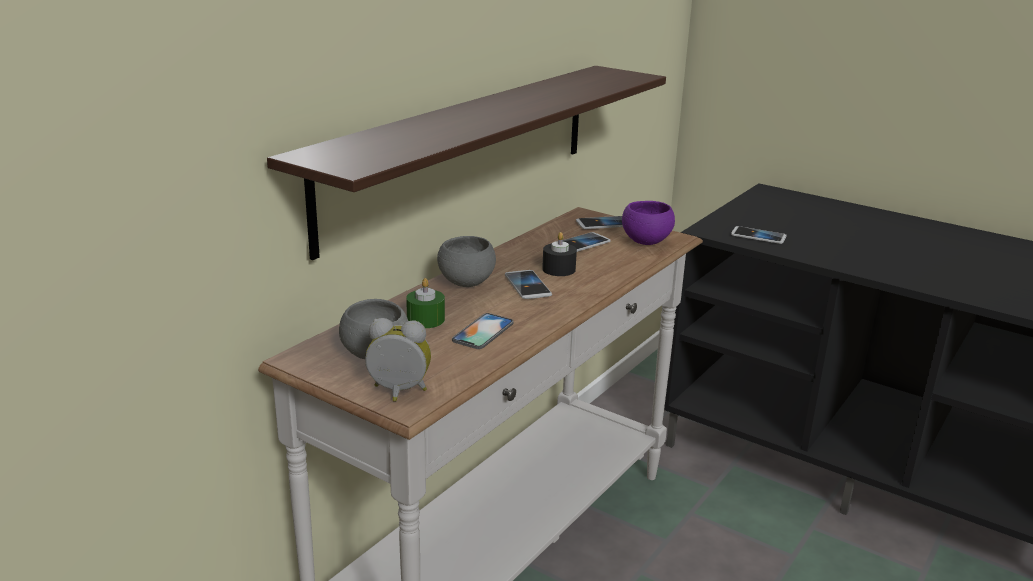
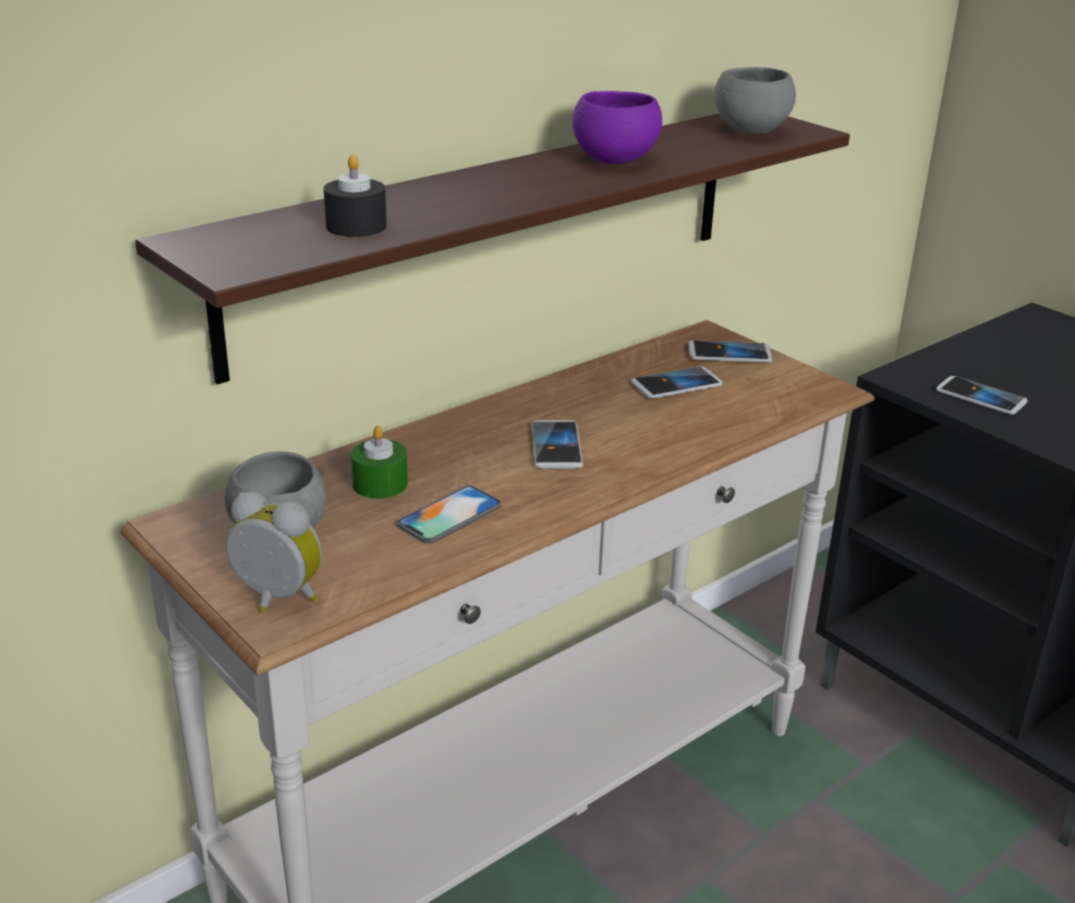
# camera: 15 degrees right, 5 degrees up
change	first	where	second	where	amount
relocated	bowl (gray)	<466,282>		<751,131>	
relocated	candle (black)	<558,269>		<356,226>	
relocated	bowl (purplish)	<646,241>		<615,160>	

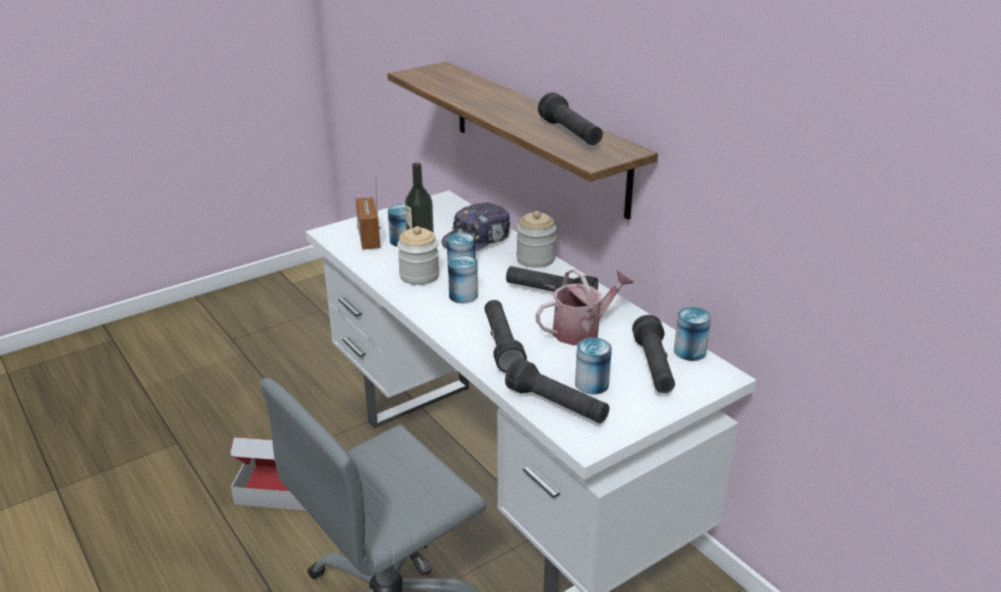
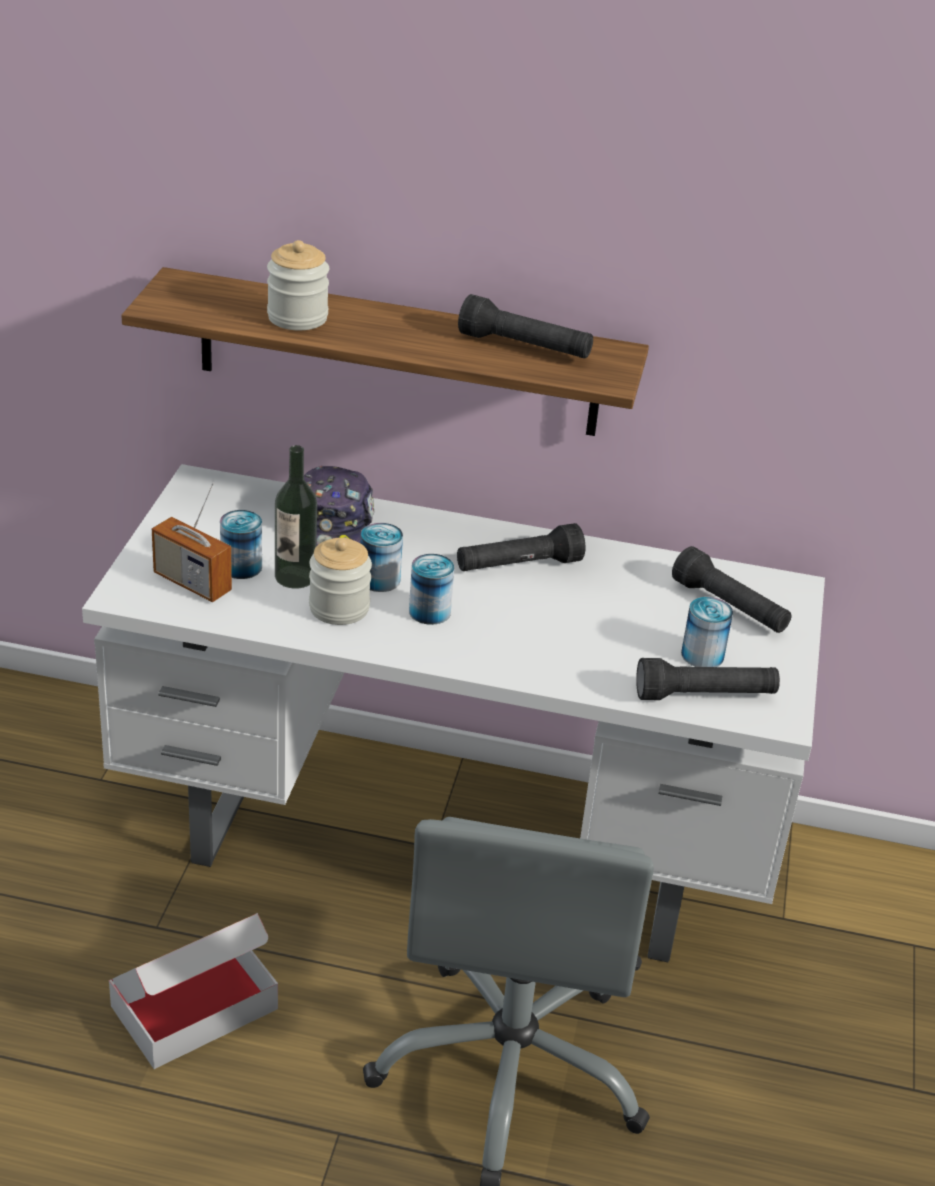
# camera: 45 degrees left, 5 degrees up
change	first	where	second	where	amount
missing	hand torch (black)	<501,345>			
relocated	storage jar	<535,259>		<297,317>	
missing	watering pot	<582,330>			
missing	can	<689,351>			

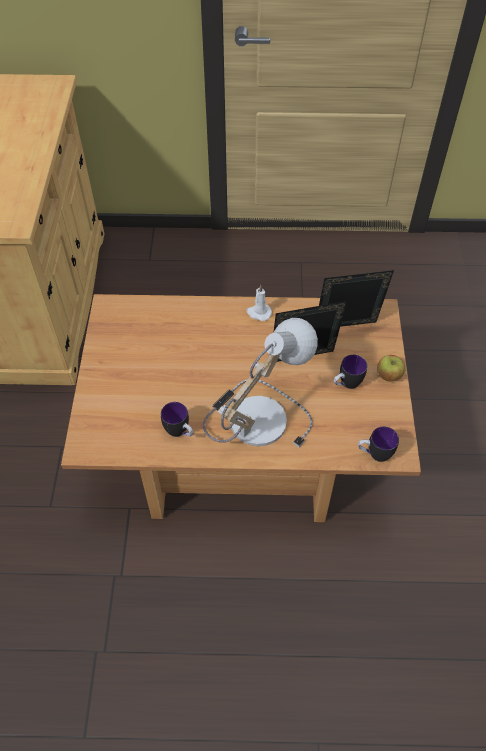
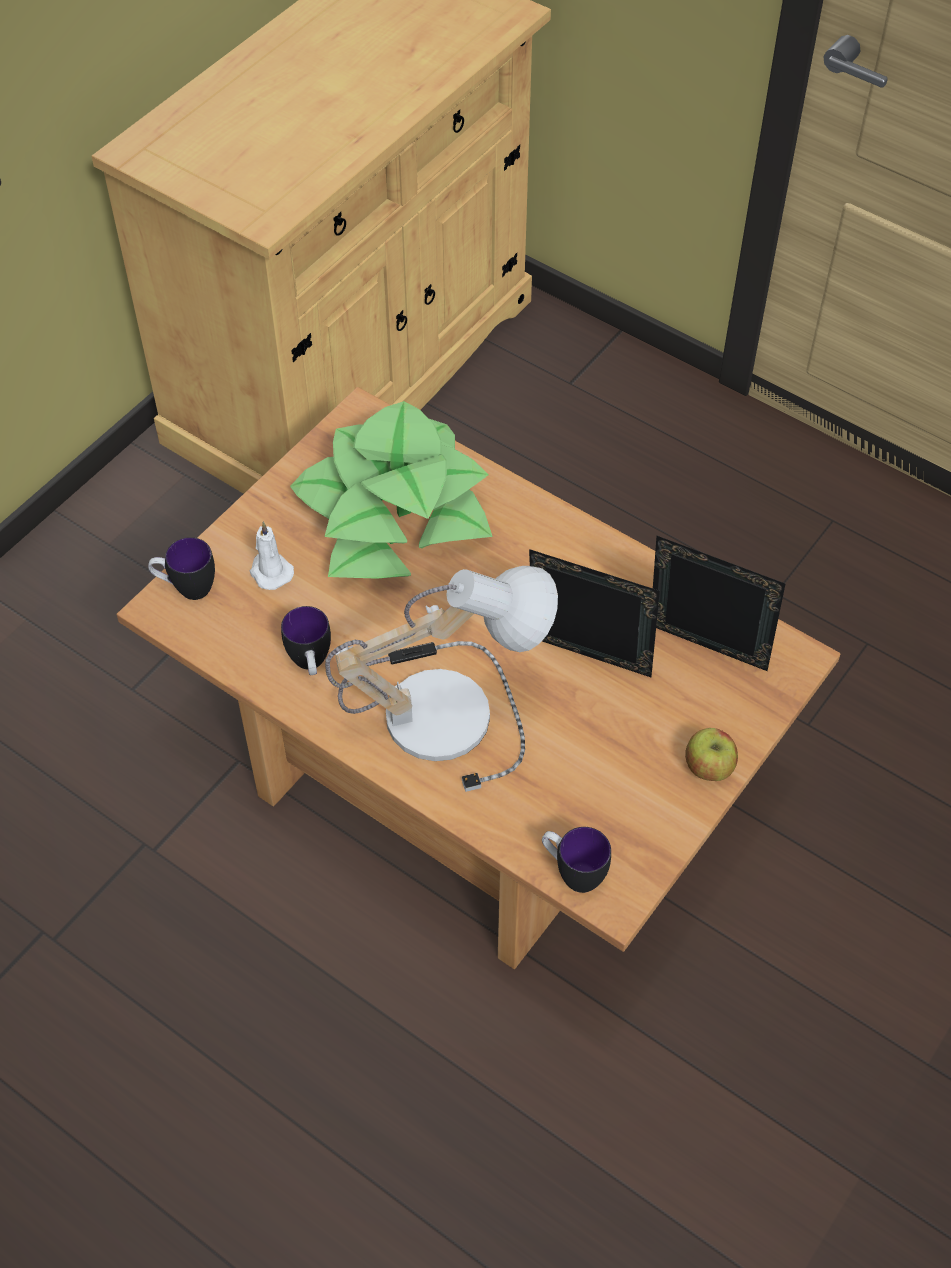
# camera: 35 degrees right, 0 degrees up
change	first	where	second	where	amount
relocated	candle (whitish)	<258,313>		<270,571>	
relocated	mug	<346,384>		<186,588>	
appeared			plant in a pot	<394,513>	

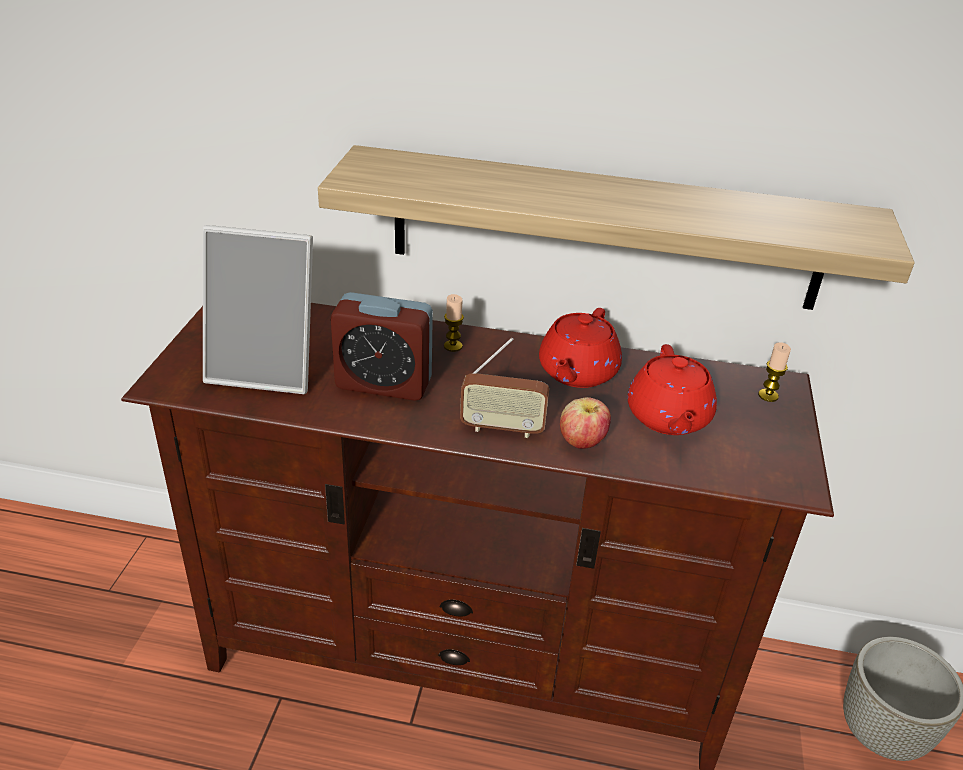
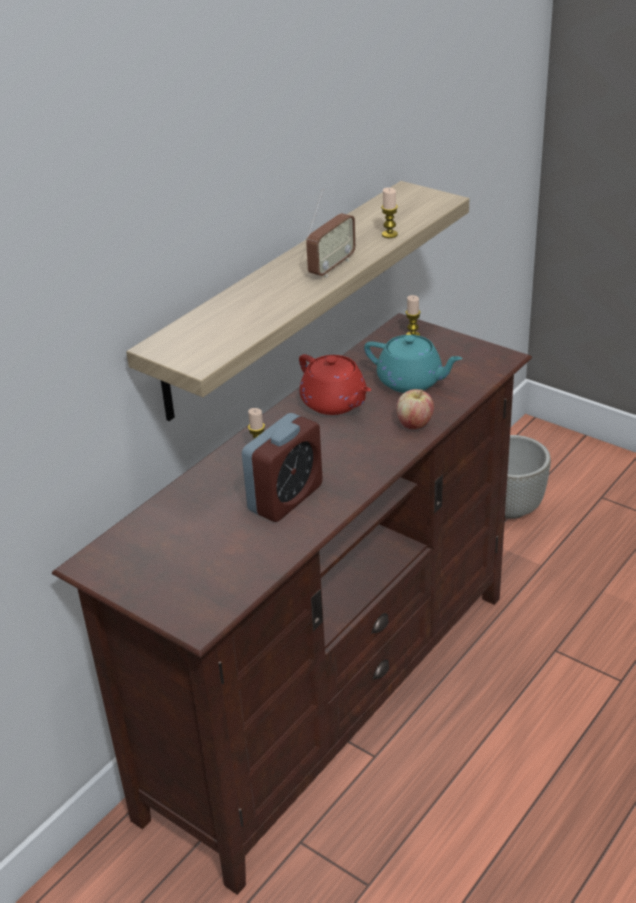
# camera: 60 degrees left, 0 degrees up
change	first	where	second	where	amount
missing	photo frame	<267,368>			
relocated	radio	<502,428>		<331,267>	
colour	pot for tea (red-coloured)	<668,418>	pot for tea (turquoise)	<411,381>	
appeared			candle	<389,234>	

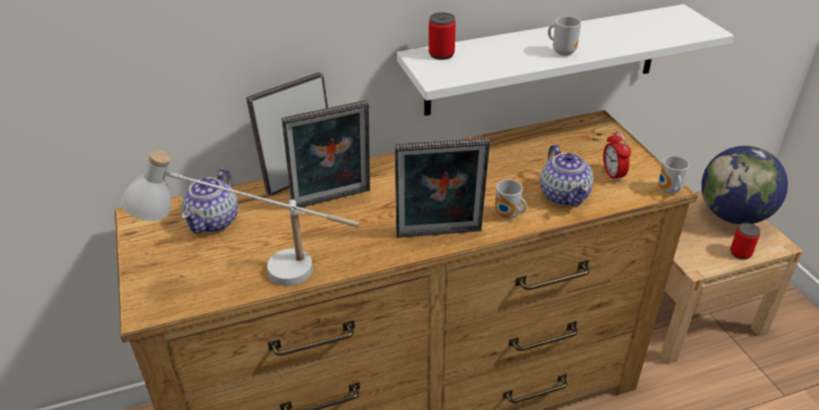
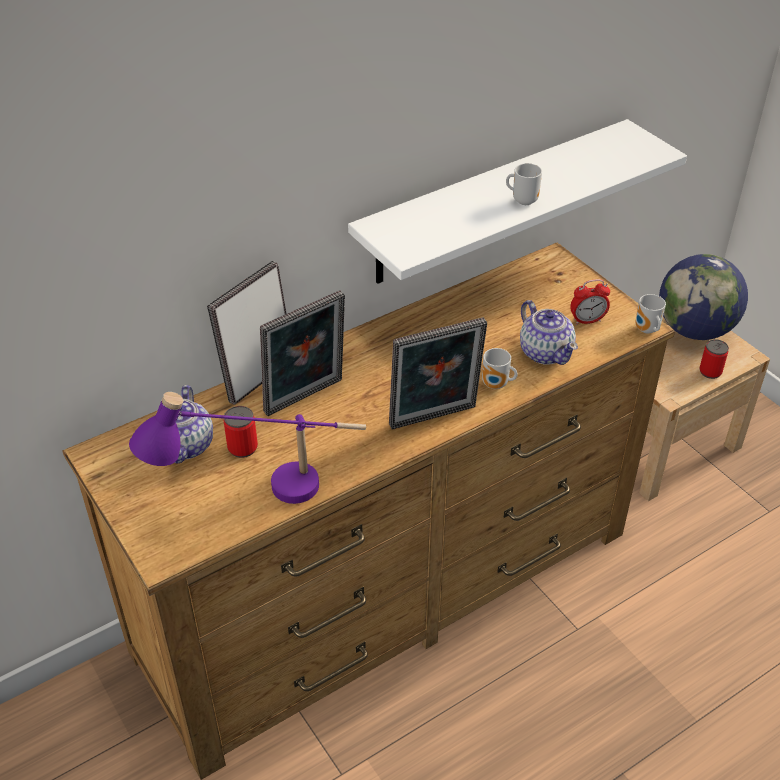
# camera: 15 degrees left, 5 degrees up
change	first	where	second	where	amount
colour	tabletop lamp (whitish)	<256,273>	tabletop lamp (purplish)	<260,495>	
relocated	can	<441,54>		<242,448>	
spun	table clock	<613,175>		<587,320>	75 degrees counterclockwise

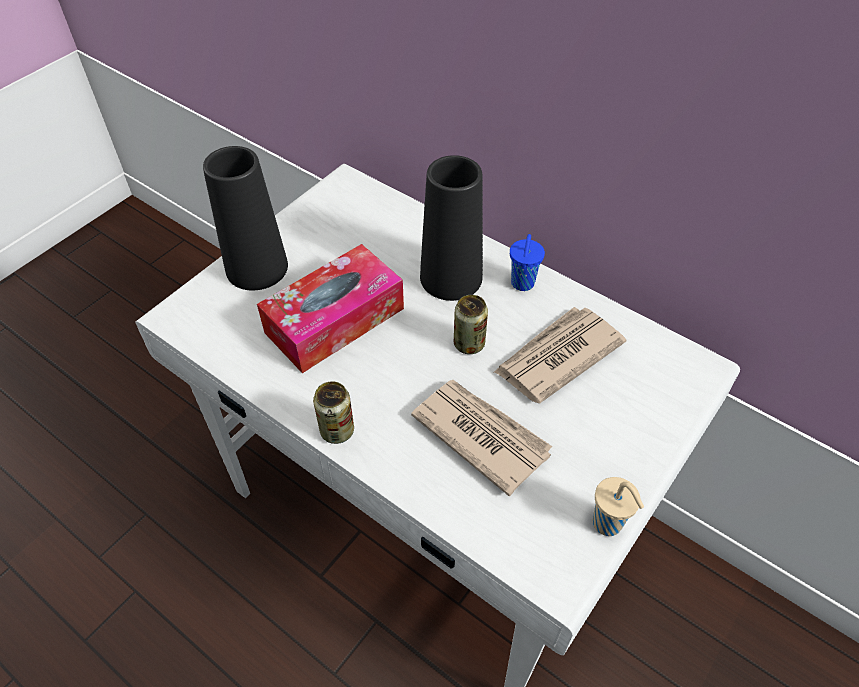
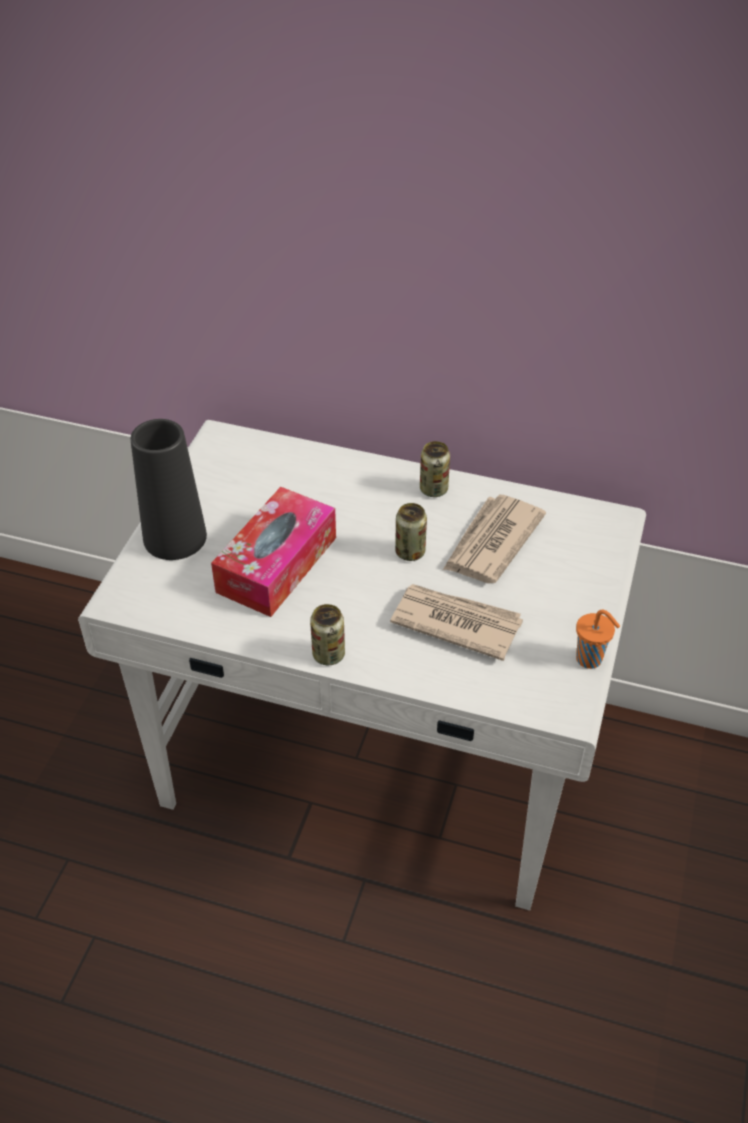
# camera: 20 degrees left, 5 degrees down
change	first	where	second	where	amount
missing	vase (black)	<451,277>			
exchanged	drinking cup (bluish)	<522,284>	can	<433,489>	
colour	drinking cup (beige)	<608,524>	drinking cup (orange)	<590,660>	

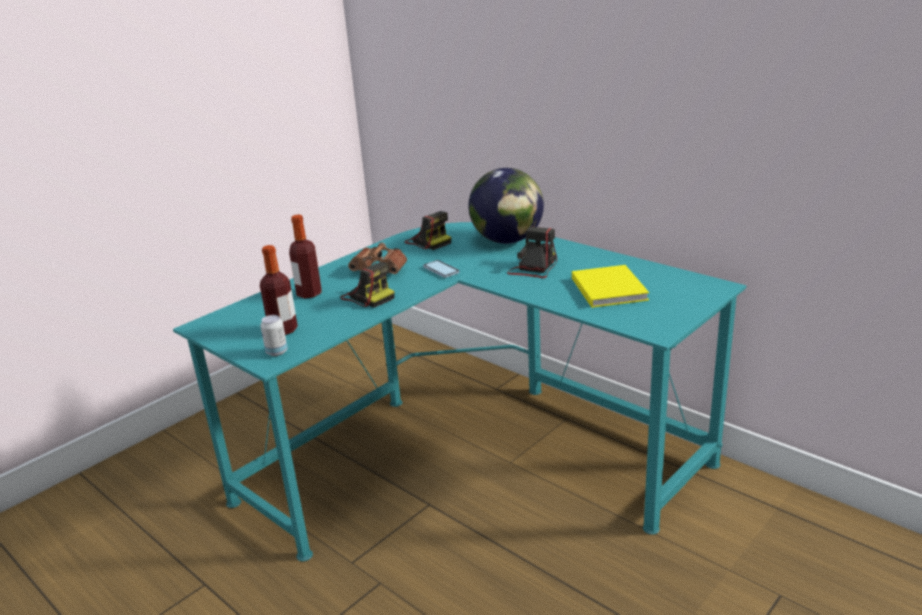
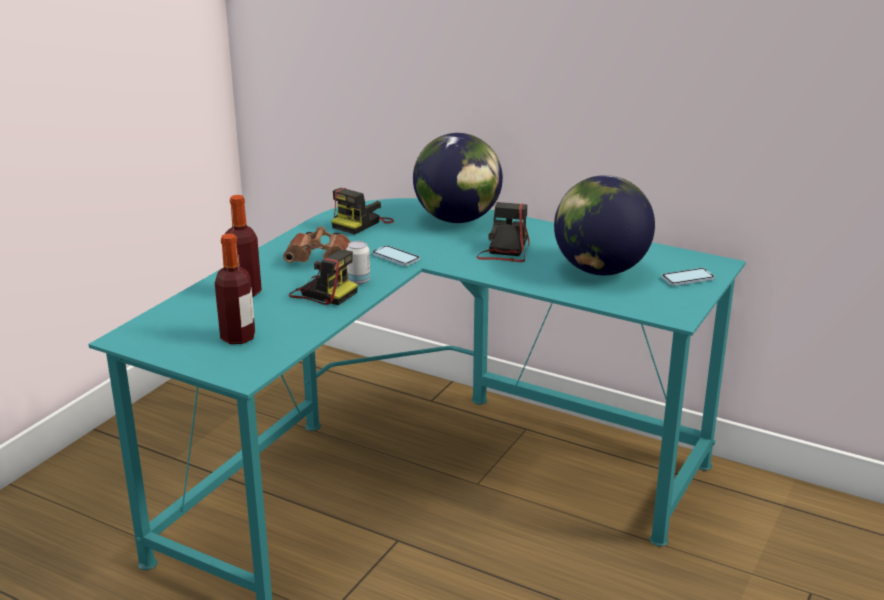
# camera: 15 degrees left, 0 degrees up
change	first	where	second	where	amount
relocated	can	<277,352>		<358,281>	
spun	photo camera	<428,242>		<361,223>	90 degrees clockwise
exchanged	book (yellow-coloured)	<608,288>	world globe	<600,270>	
appeared			phone	<687,278>	

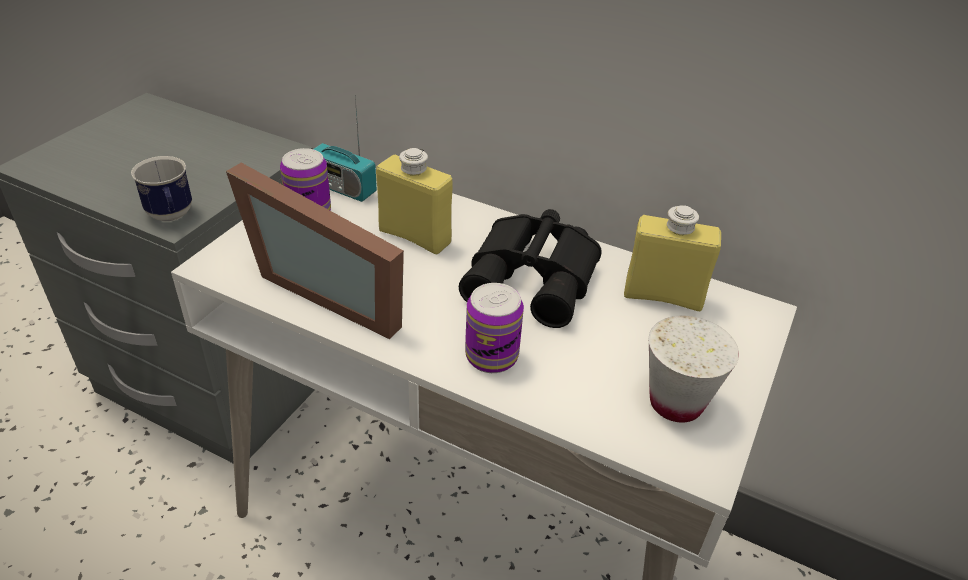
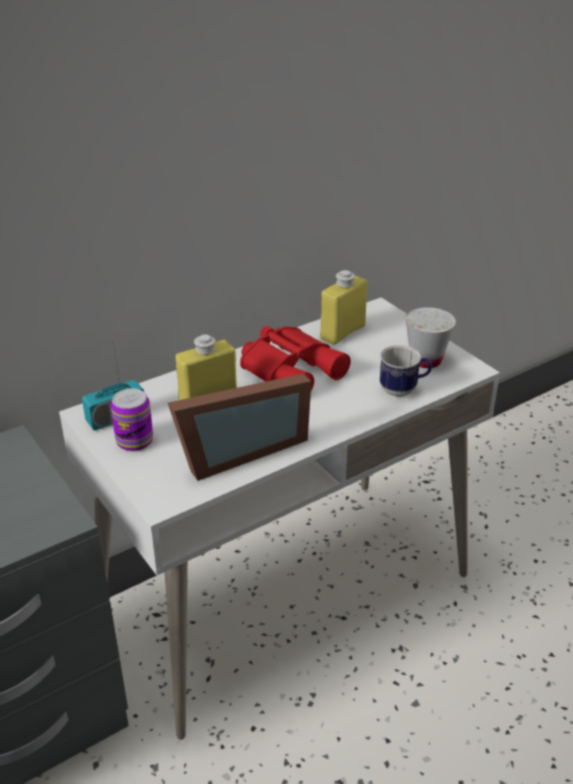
# camera: 60 degrees left, 5 degrees down
change	first	where	second	where	amount
relocated	mug	<172,217>		<403,390>	
colour	field glasses (black)	<535,278>	field glasses (red-coloured)	<292,368>	
missing	can	<491,356>			

